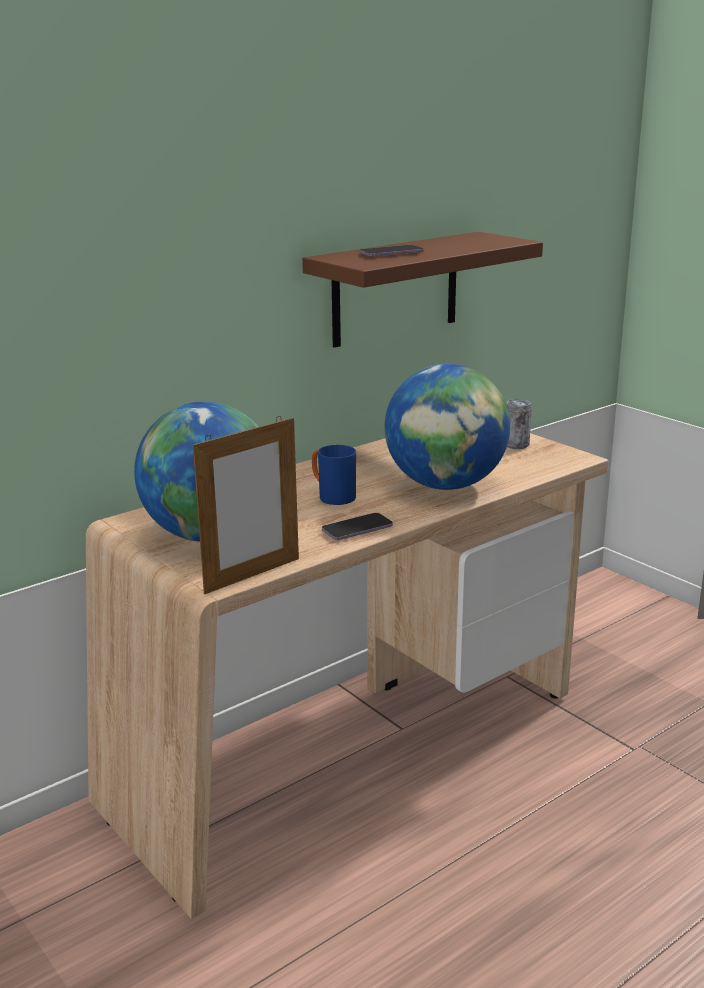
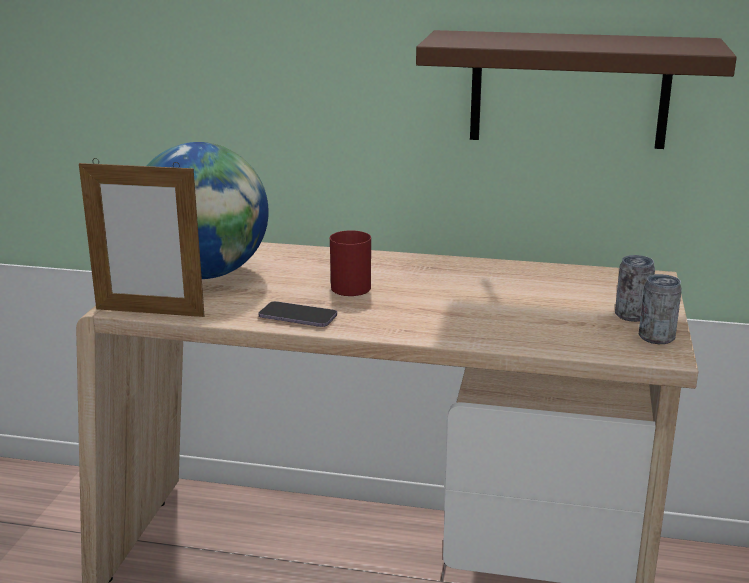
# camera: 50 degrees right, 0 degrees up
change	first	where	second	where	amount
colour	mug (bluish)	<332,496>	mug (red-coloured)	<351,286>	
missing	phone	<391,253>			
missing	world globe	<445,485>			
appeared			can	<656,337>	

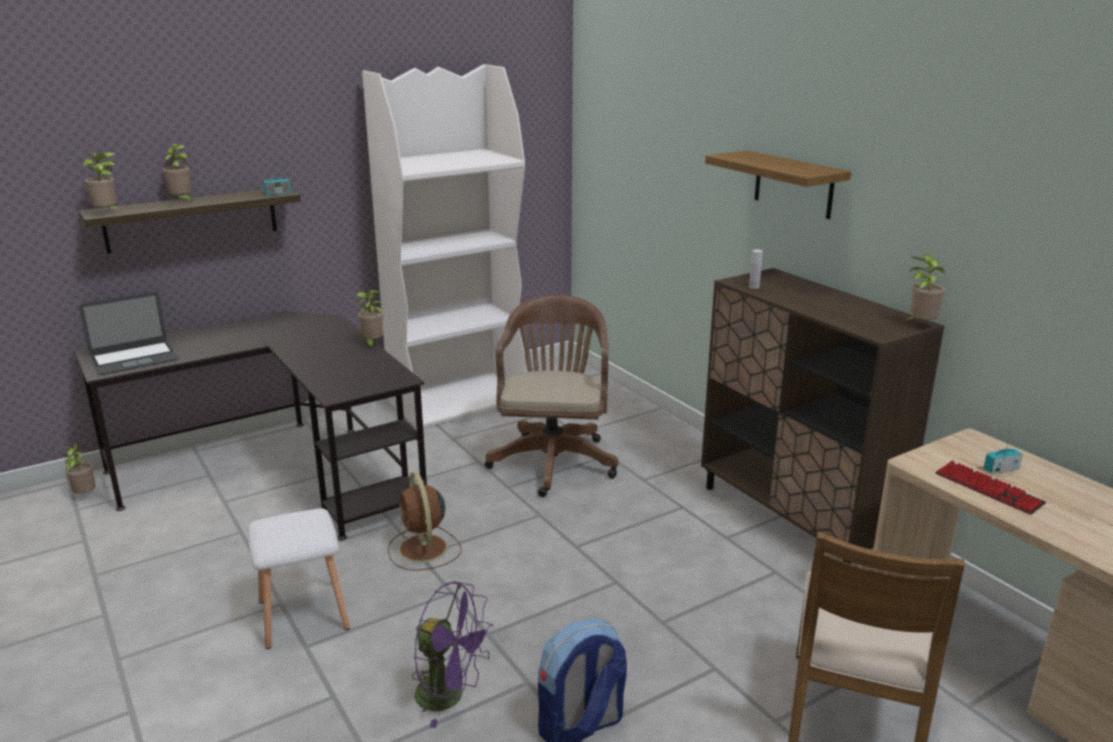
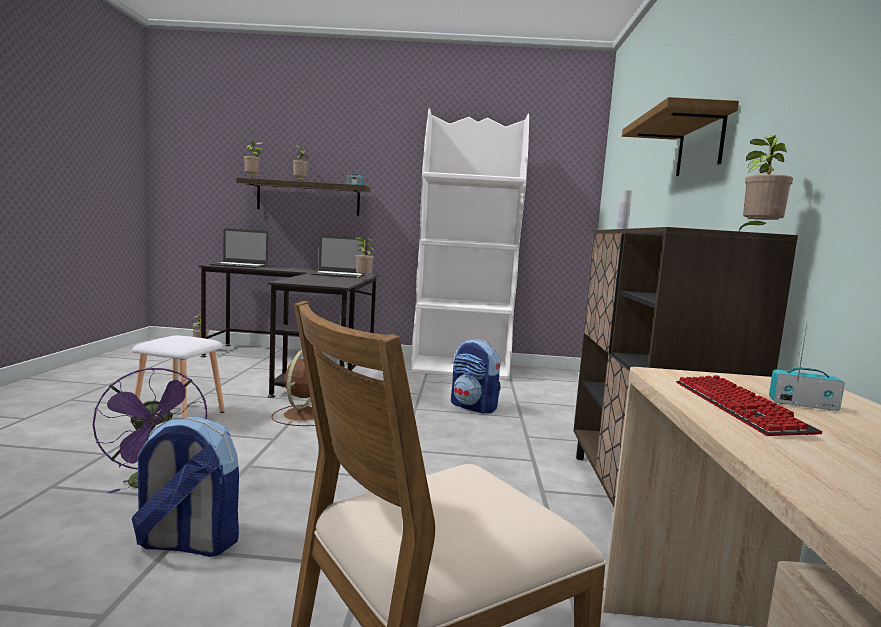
# camera: 35 degrees right, 15 degrees down
change	first	where	second	where	amount
exchanged	computer chair (brown-coloured)	<553,459>	backpack	<474,407>	
appeared			notebook computer	<339,275>	

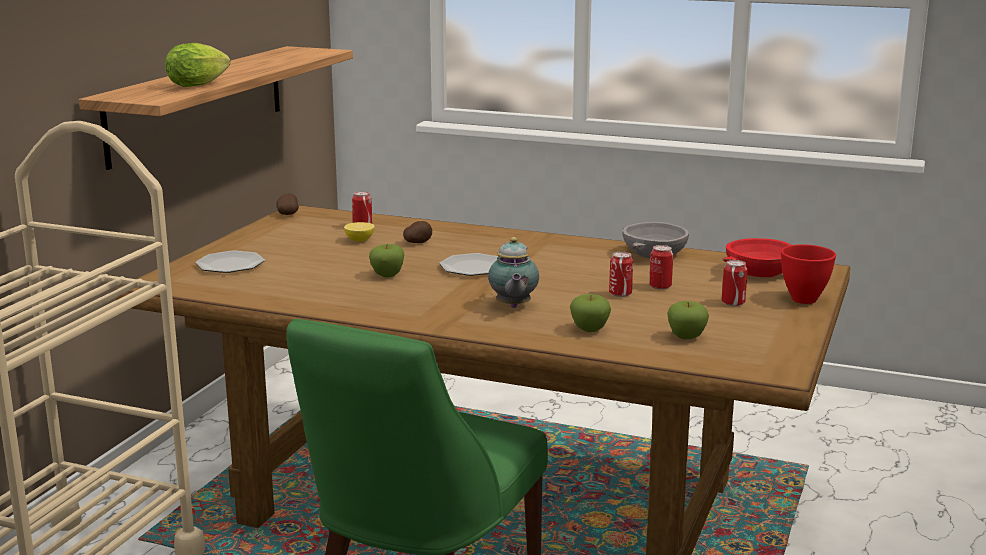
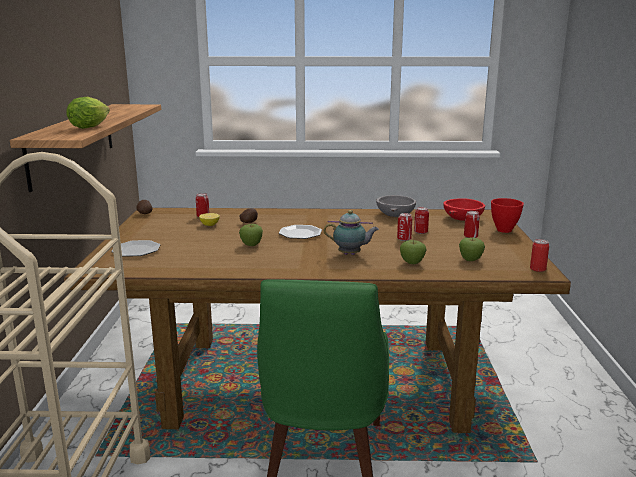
# camera: 20 degrees left, 0 degrees up
change	first	where	second	where	amount
spun	pot for tea	<513,306>		<351,254>	60 degrees counterclockwise
appeared			can	<537,269>	

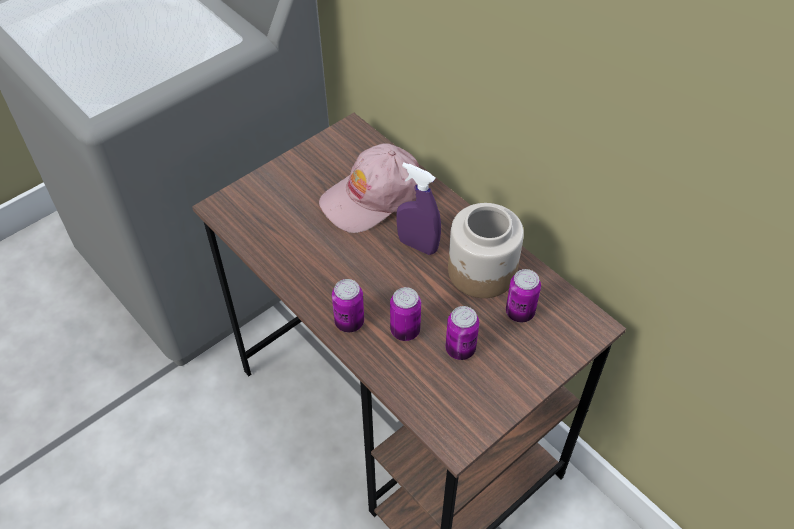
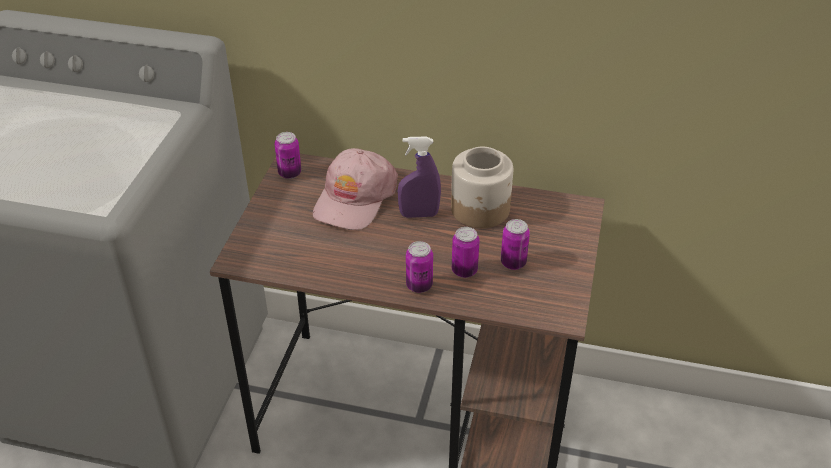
# camera: 35 degrees left, 10 degrees down
change	first	where	second	where	amount
relocated	can	<520,312>		<289,173>	

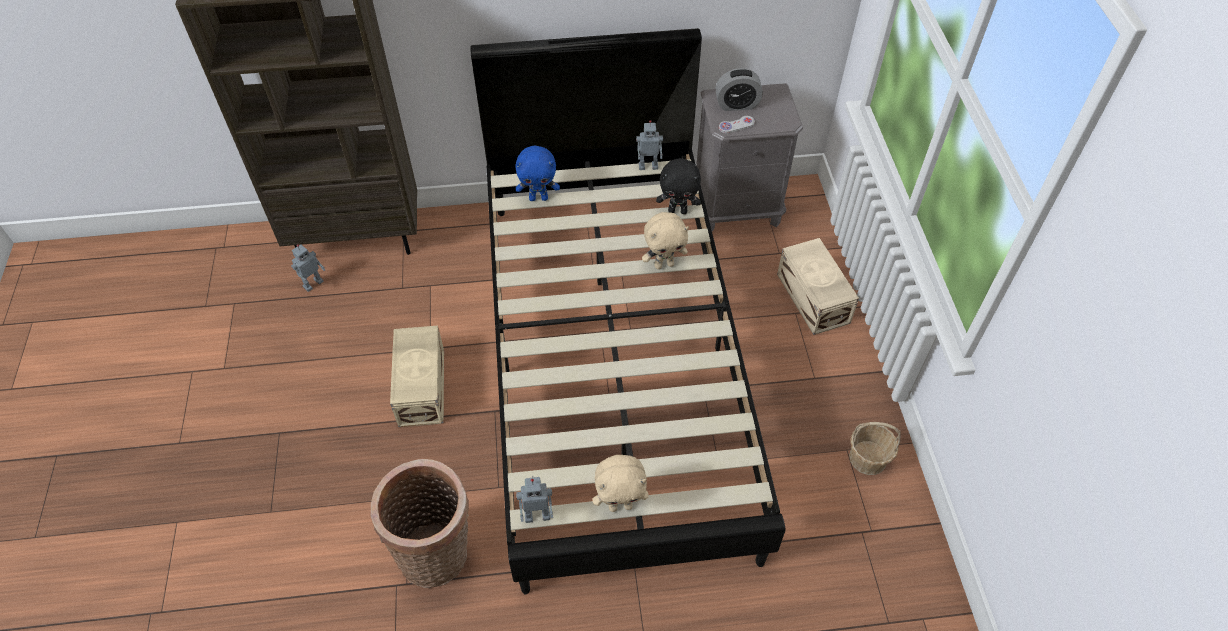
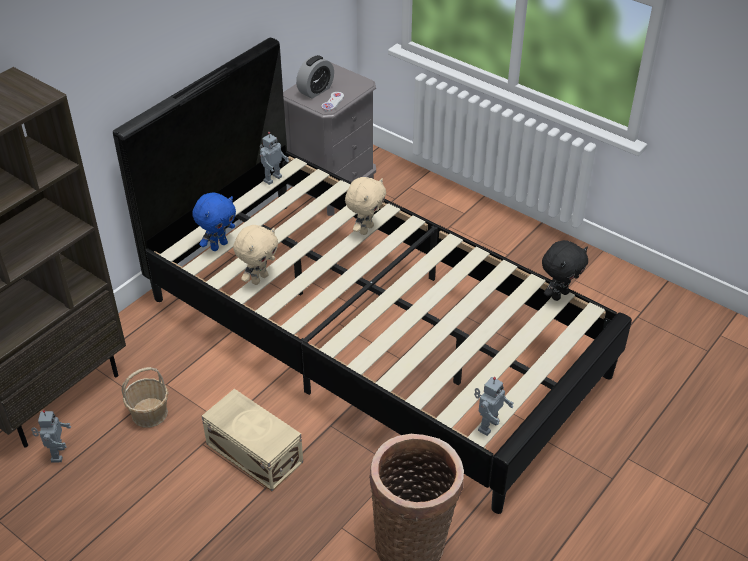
# camera: 45 degrees left, 10 degrees down
change	first	where	second	where	amount
relocated	plush toy (beige)	<620,505>		<259,278>	
relocated	plush toy (black)	<678,211>		<559,295>	
missing	storage box (beige)	<812,299>			
relocated	basket	<868,458>		<150,413>	

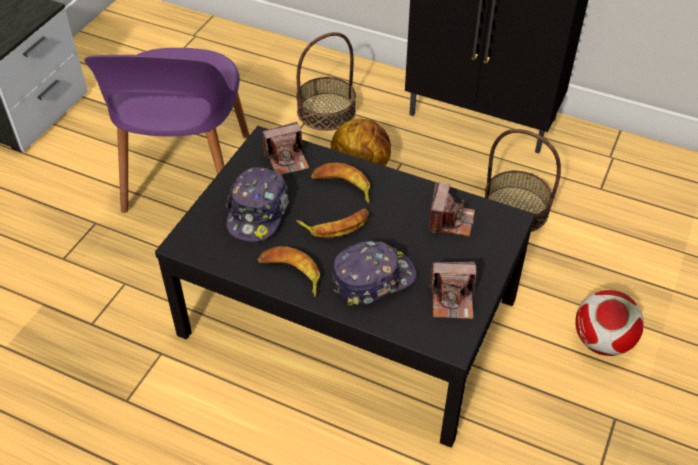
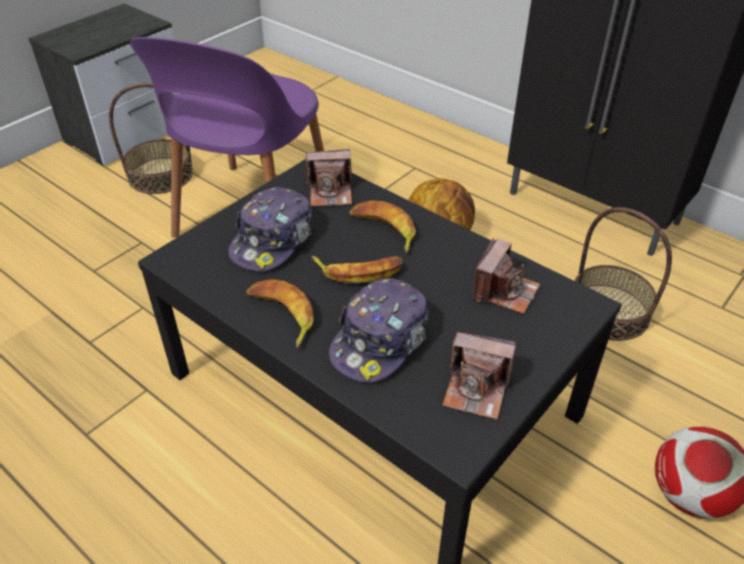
# camera: 15 degrees right, 5 degrees down
change	first	where	second	where	amount
relocated	basket	<326,111>		<160,175>	
spun	cap	<372,278>		<380,341>	135 degrees clockwise

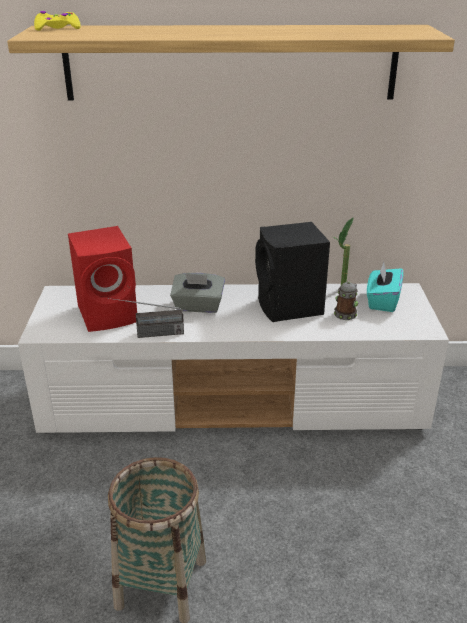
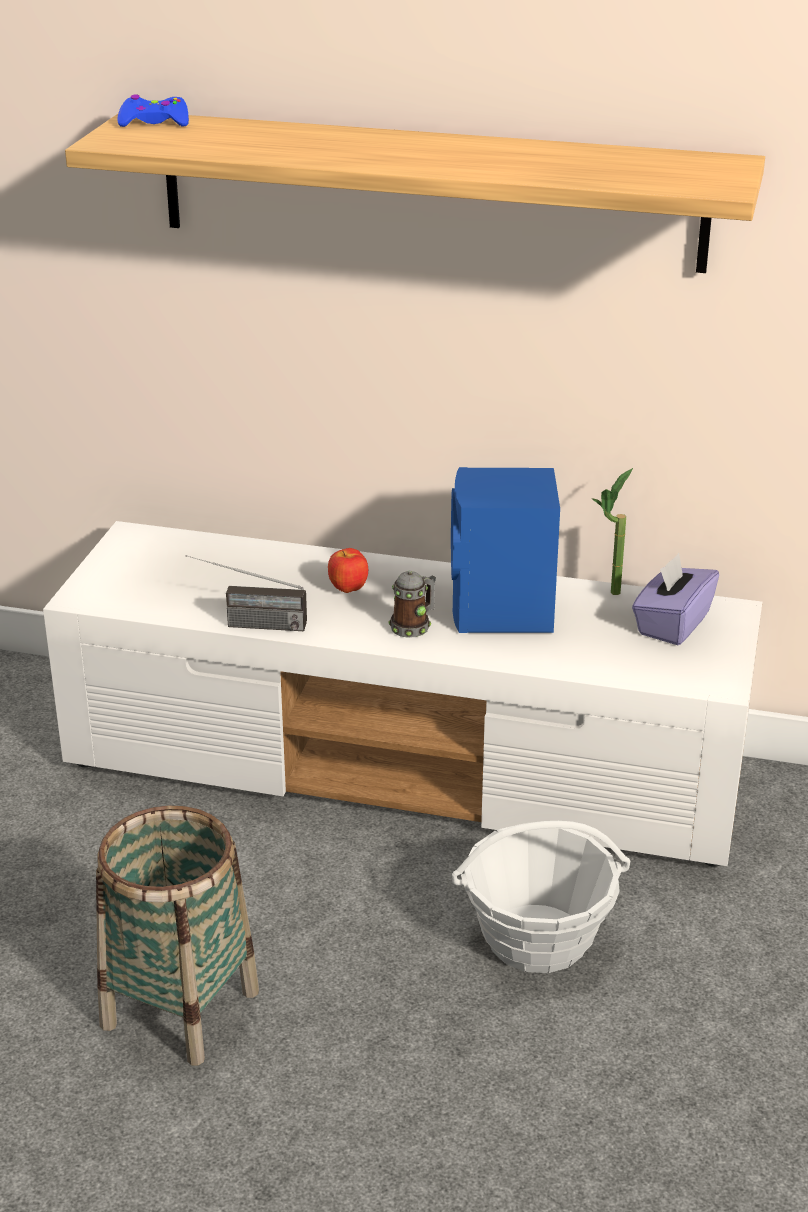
# camera: 15 degrees right, 0 degrees up
change	first	where	second	where	amount
colour	gamepad (yellow-coloured)	<57,28>	gamepad (bluish)	<154,122>	
missing	loudspeaker (red-coloured)	<110,314>			
exchanged	box of tissues (gray)	<198,306>	apple	<348,590>	
colour	loudspeaker (black)	<290,308>	loudspeaker (bluish)	<502,613>	
relocated	mug	<346,313>		<413,626>	
colour	box of tissues (turquoise)	<382,301>	box of tissues (purplish)	<672,624>	
appeared			basket	<537,938>	

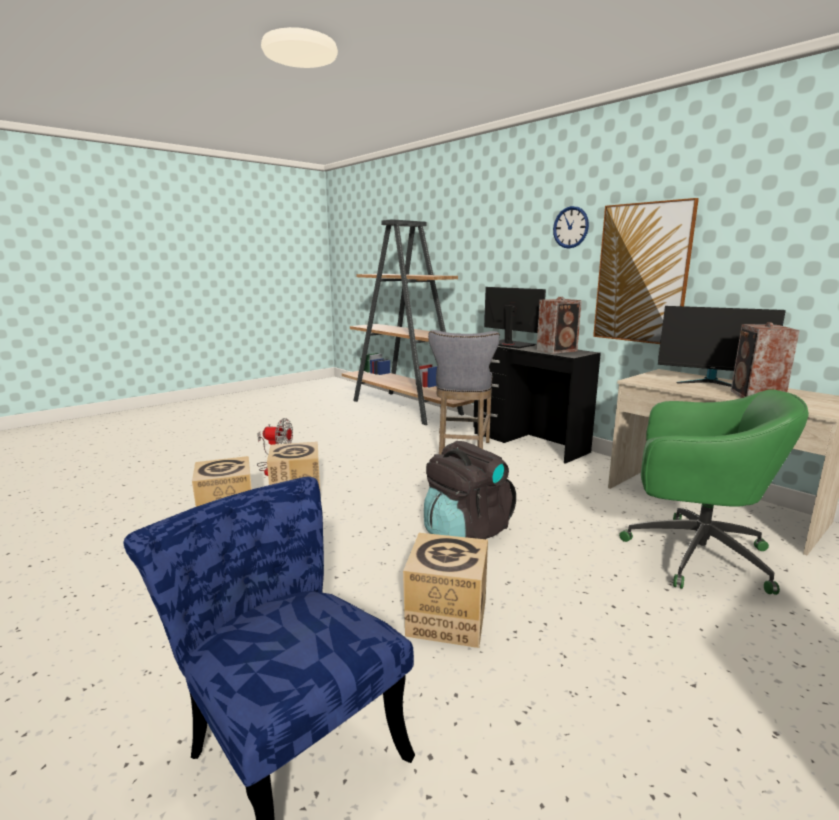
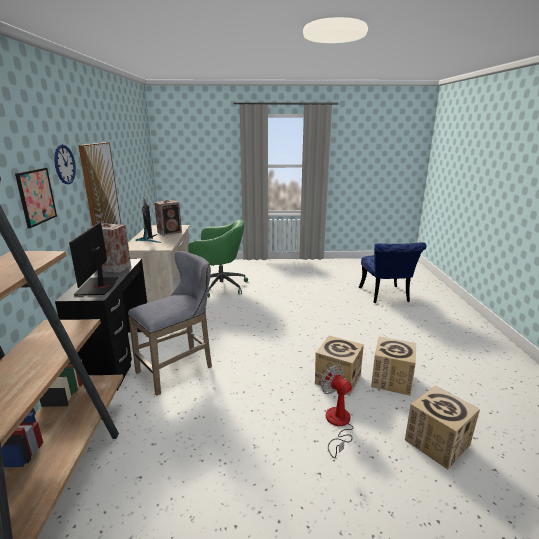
# camera: 140 degrees left, 5 degrees up
change	first	where	second	where	amount
relocated	packing box	<446,617>		<437,442>	
missing	backpack (black)	<466,532>			
spun	computer chair (green)	<692,554>		<219,286>	120 degrees clockwise
appeared			wall picture	<36,196>	

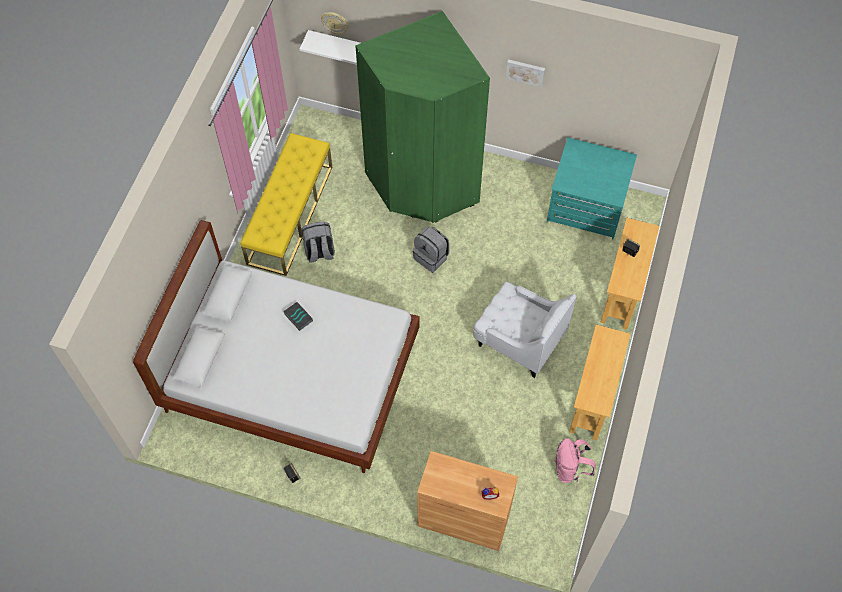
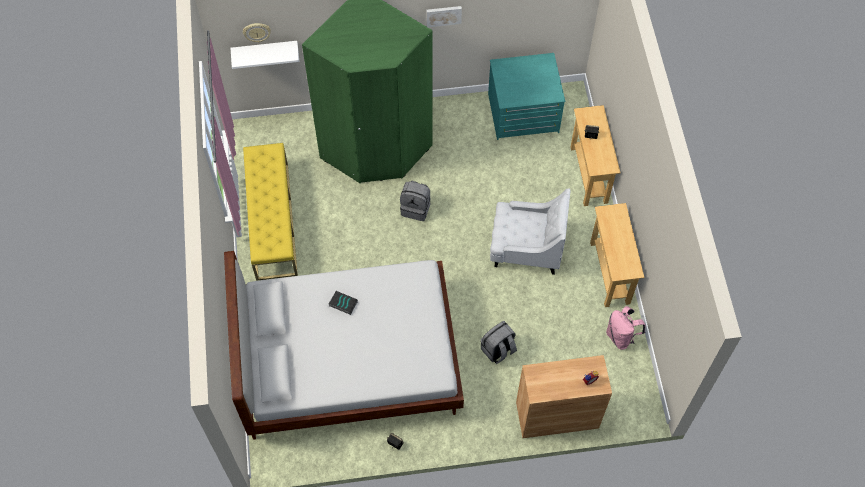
# camera: 25 degrees left, 0 degrees up
change	first	where	second	where	amount
relocated	backpack (gray)	<319,252>		<498,350>	

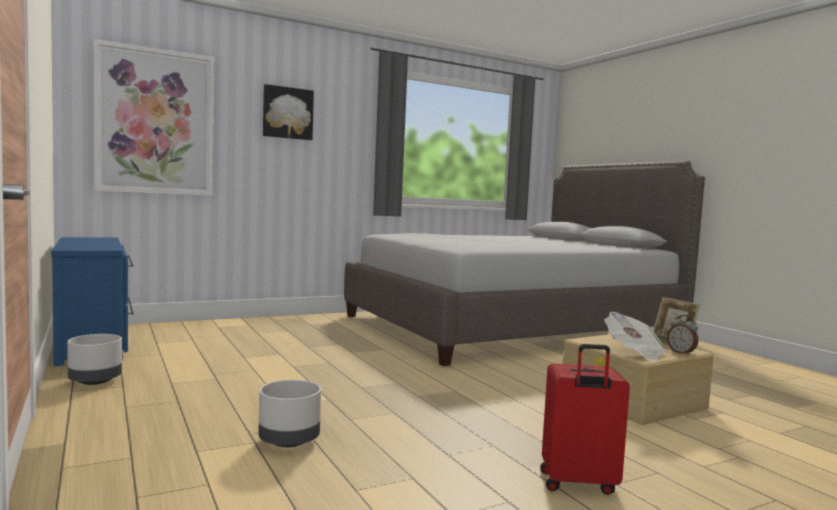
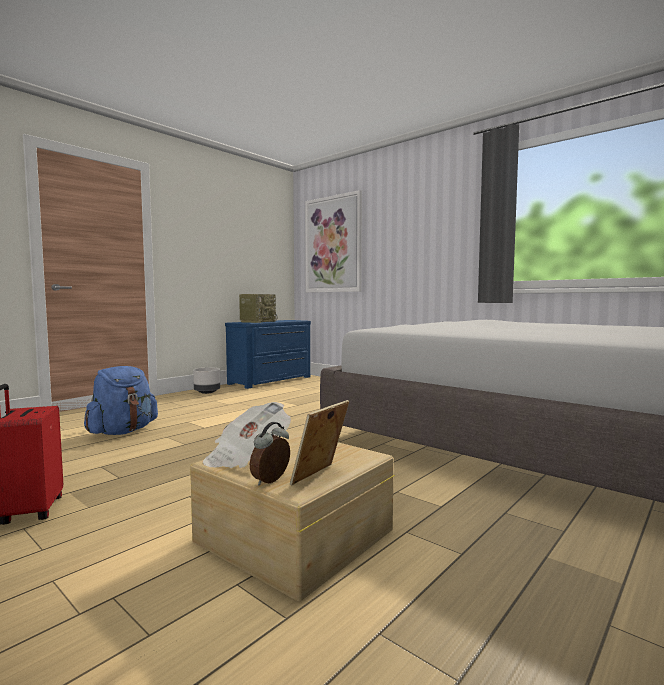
# camera: 70 degrees right, 0 degrees up
change	first	where	second	where	amount
exchanged	planter (gray)	<288,442>	backpack (bluish)	<122,432>	
missing	wall picture	<287,113>			
appeared			radio	<258,321>	

